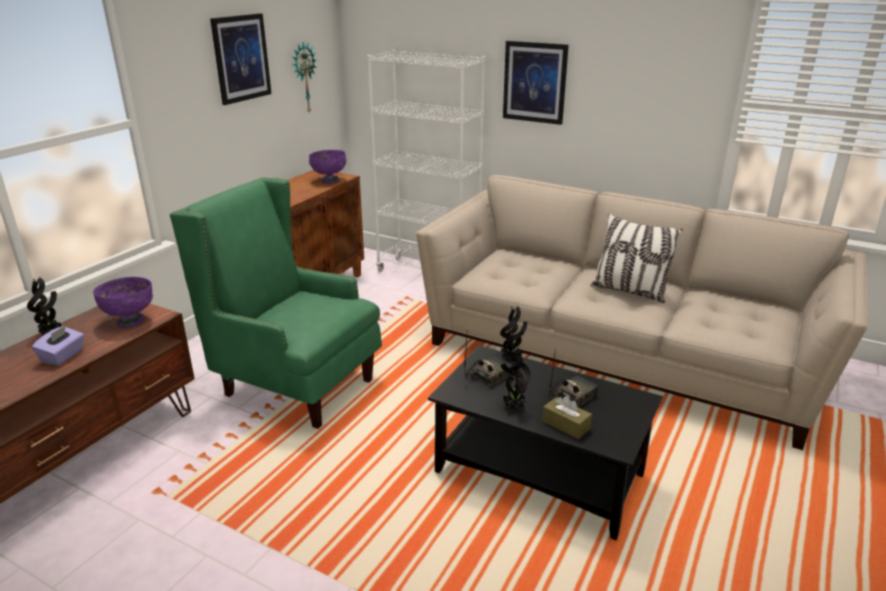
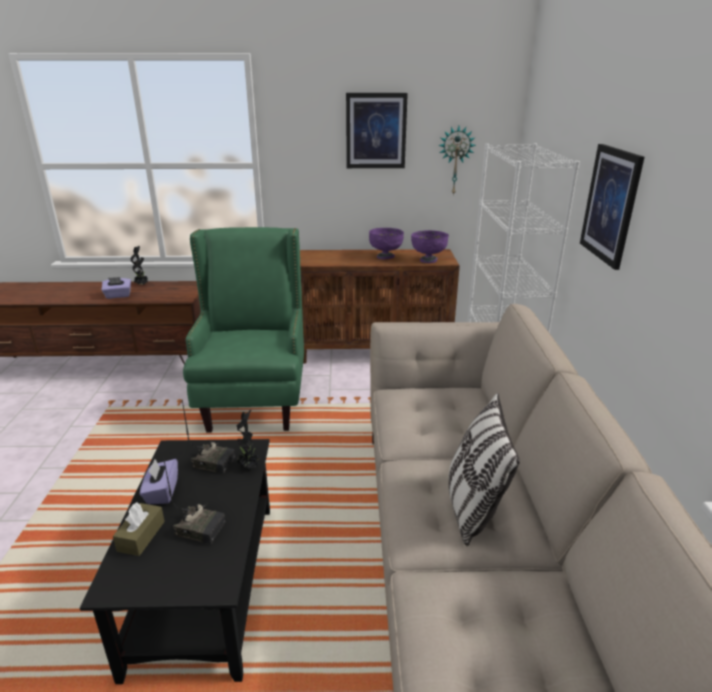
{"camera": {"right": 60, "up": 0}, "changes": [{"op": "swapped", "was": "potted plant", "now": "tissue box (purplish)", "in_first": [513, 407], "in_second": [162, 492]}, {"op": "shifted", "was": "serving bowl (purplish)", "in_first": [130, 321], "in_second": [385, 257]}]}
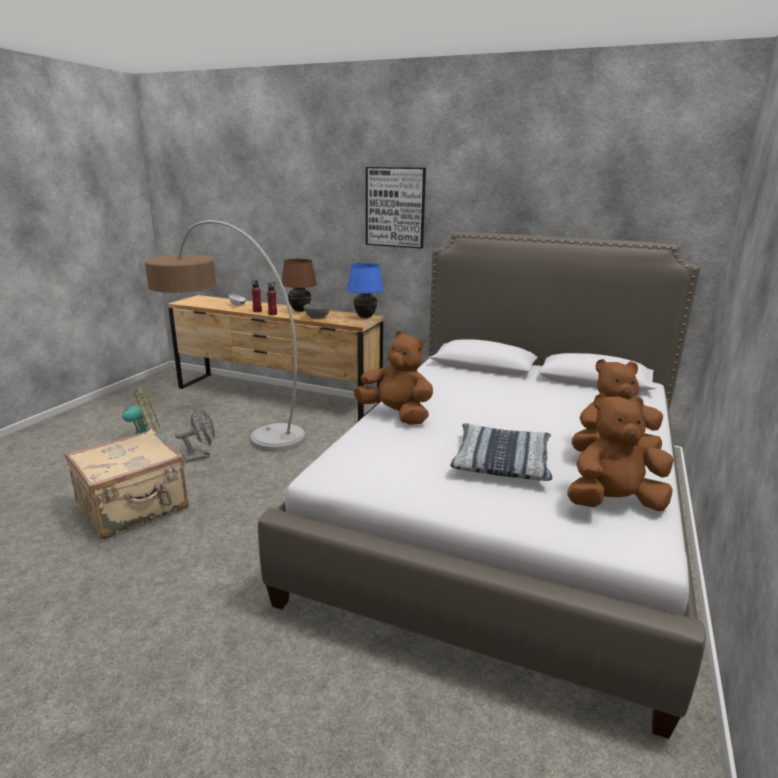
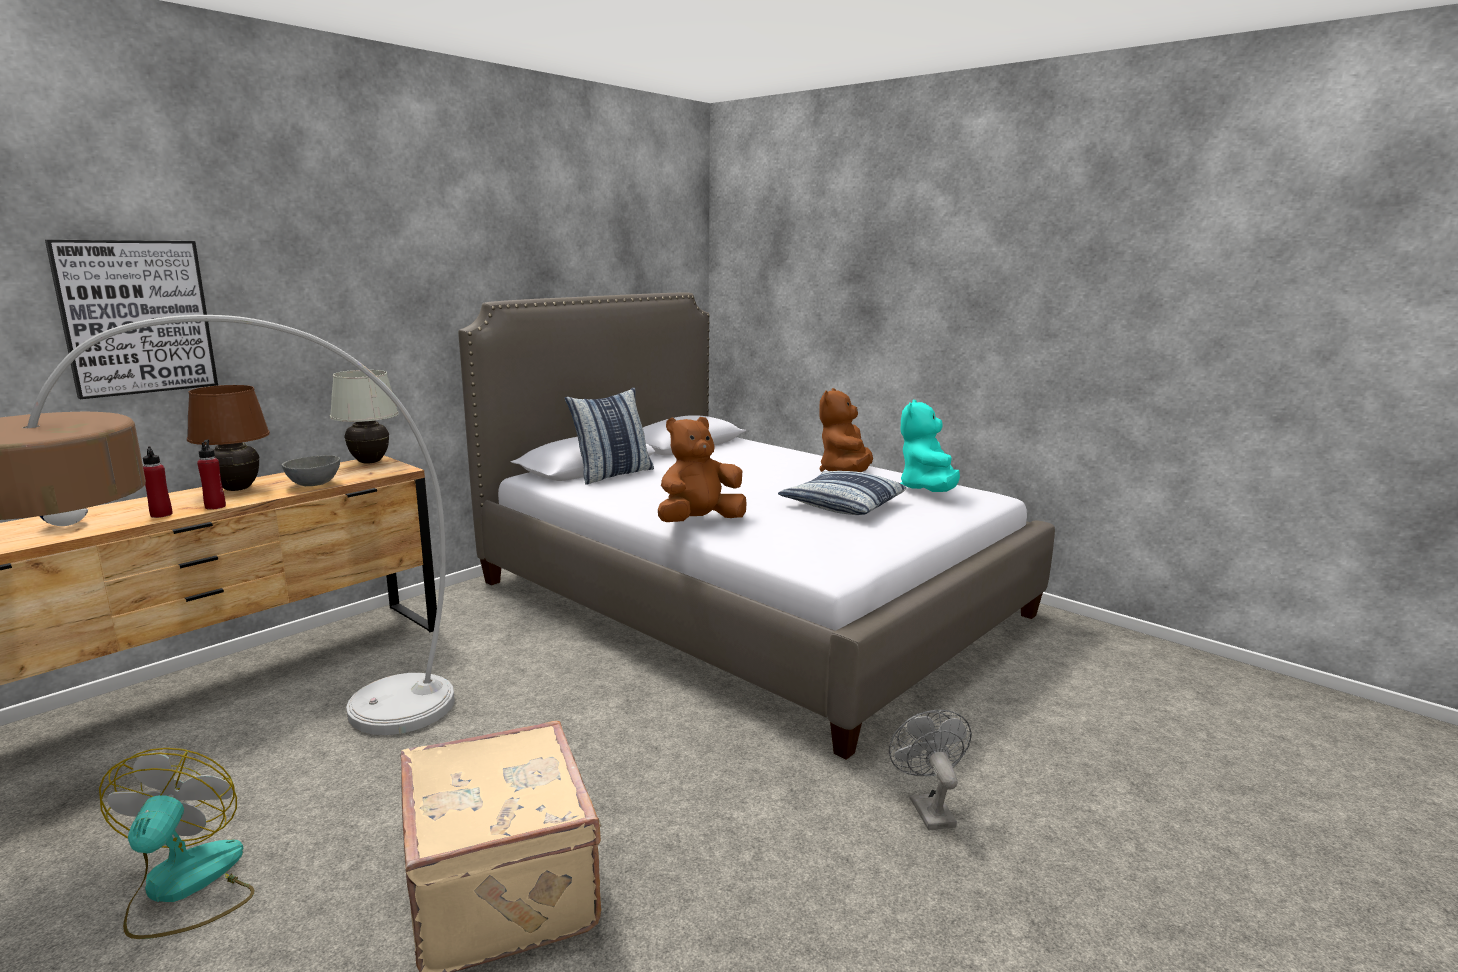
{"camera": {"right": -70, "up": -5}, "changes": [{"op": "shifted", "was": "wall picture", "in_first": [395, 207], "in_second": [136, 317]}, {"op": "repainted", "was": "tabletop lamp (blue-coloured)", "now": "tabletop lamp (white-coloured)", "in_first": [365, 317], "in_second": [369, 462]}, {"op": "new", "now": "cushion", "in_second": [612, 474]}, {"op": "shifted", "was": "fan (grey)", "in_first": [201, 456], "in_second": [927, 808]}, {"op": "repainted", "was": "soft toy (brown)", "now": "soft toy (blue-green)", "in_first": [613, 503], "in_second": [927, 490]}]}
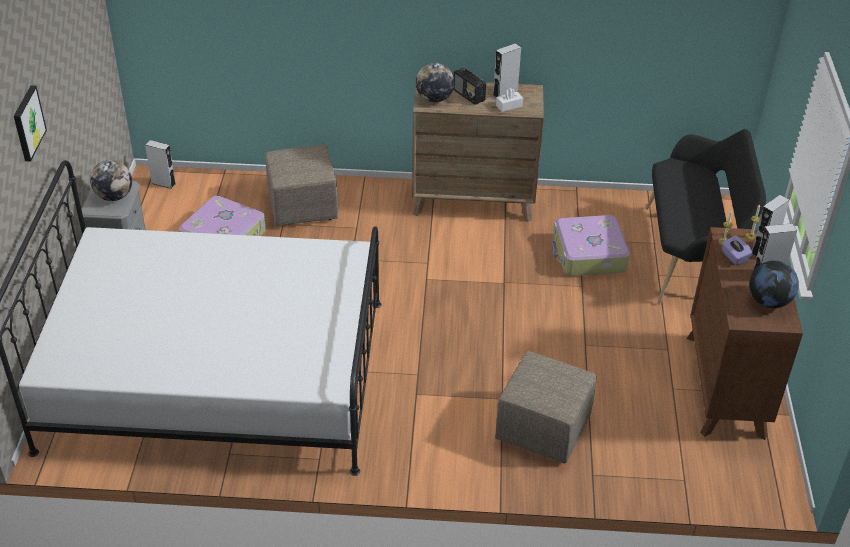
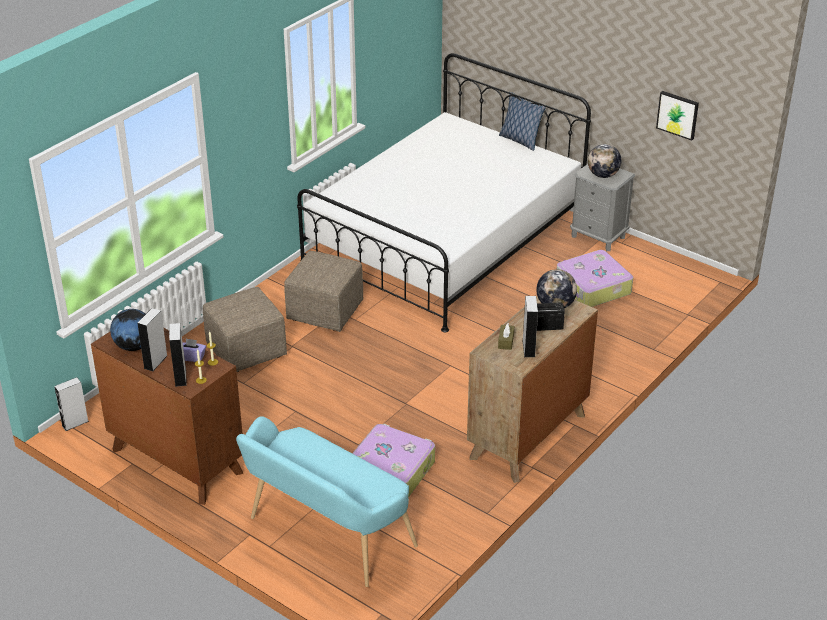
{"camera": {"right": 125, "up": -5}, "changes": [{"op": "shifted", "was": "audio speaker (grey)", "in_first": [163, 183], "in_second": [75, 423]}, {"op": "repainted", "was": "bench (black-coloured)", "now": "bench (blue-green)", "in_first": [690, 256], "in_second": [325, 535]}, {"op": "shifted", "was": "footrest (sand-coloured)", "in_first": [302, 207], "in_second": [325, 311]}, {"op": "repainted", "was": "tissue box (white-coloured)", "now": "tissue box (brown)", "in_first": [509, 106], "in_second": [506, 341]}, {"op": "new", "now": "cushion", "in_second": [520, 140]}, {"op": "shifted", "was": "wall picture", "in_first": [27, 123], "in_second": [678, 114]}]}
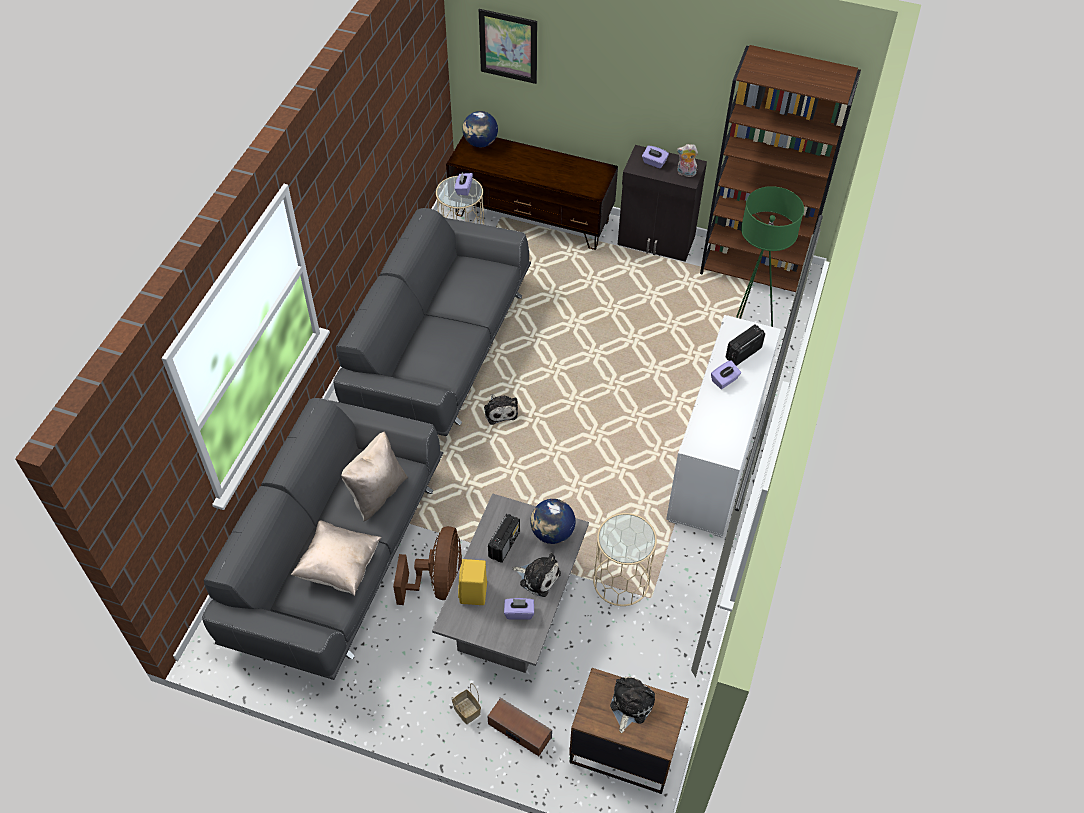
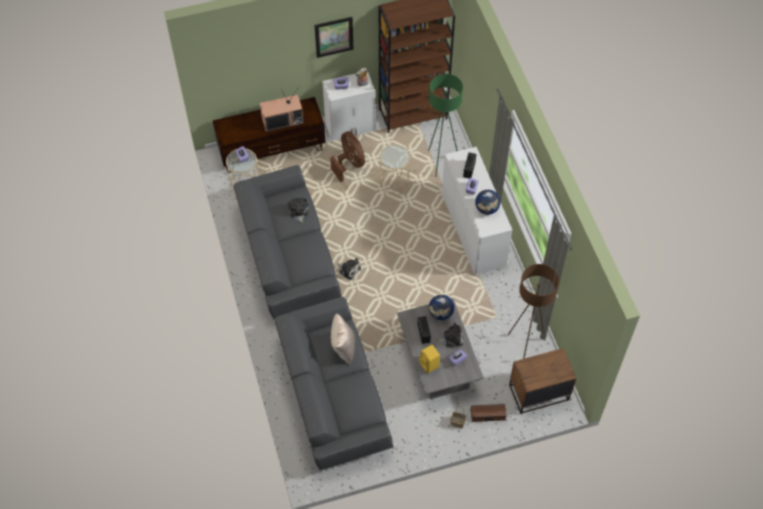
{"camera": {"right": -35, "up": 5}, "changes": [{"op": "new", "now": "TV", "in_second": [283, 119]}, {"op": "shifted", "was": "soft toy", "in_first": [630, 705], "in_second": [298, 211]}, {"op": "shifted", "was": "wall picture", "in_first": [508, 46], "in_second": [334, 37]}, {"op": "repainted", "was": "storage cabinet (black-coloured)", "now": "storage cabinet (white-coloured)", "in_first": [656, 241], "in_second": [350, 126]}, {"op": "shifted", "was": "fan (brown)", "in_first": [438, 582], "in_second": [349, 164]}, {"op": "shifted", "was": "accent table (sand-coloured)", "in_first": [621, 581], "in_second": [394, 183]}, {"op": "shifted", "was": "desk globe", "in_first": [480, 143], "in_second": [487, 209]}, {"op": "new", "now": "floor lamp (brown)", "in_second": [525, 345]}, {"op": "gone", "was": "cushion (sand-coloured)", "in_first": [339, 566]}]}
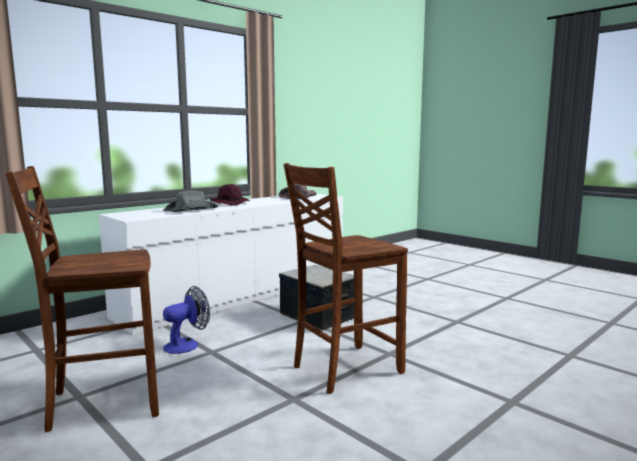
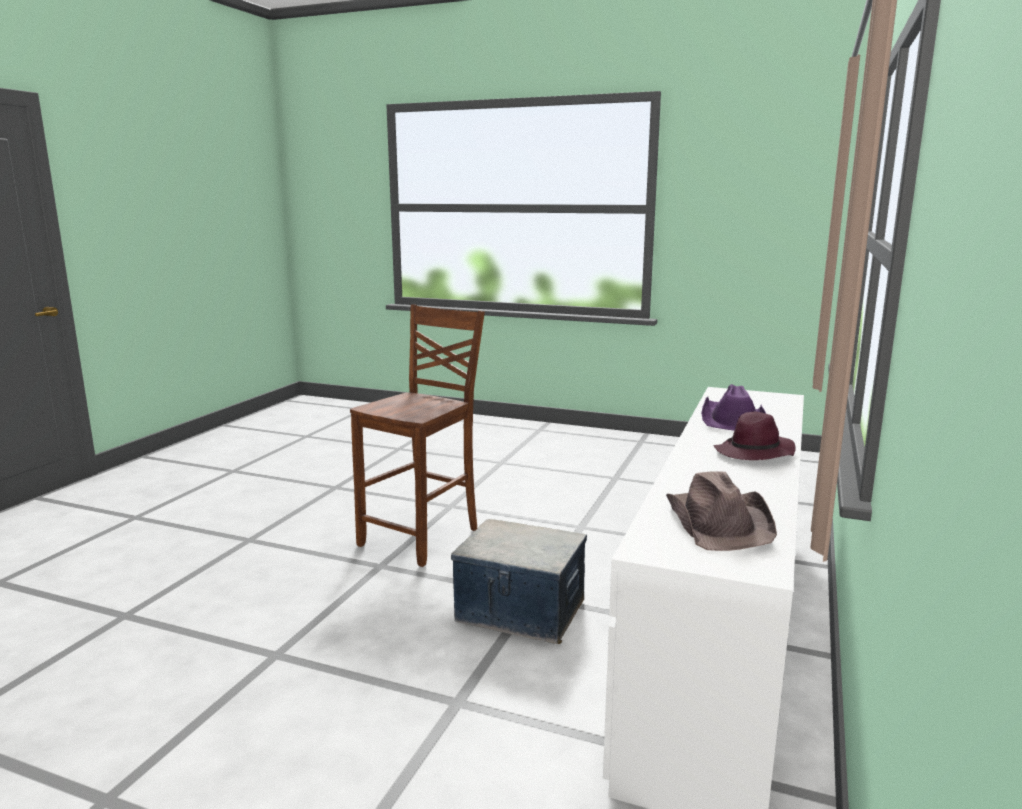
{"camera": {"right": 155, "up": 5}, "changes": [{"op": "repainted", "was": "hat (grey)", "now": "hat (purplish)", "in_first": [191, 210], "in_second": [732, 420]}, {"op": "gone", "was": "upright chair (brown)", "in_first": [102, 402]}, {"op": "gone", "was": "fan", "in_first": [187, 345]}]}
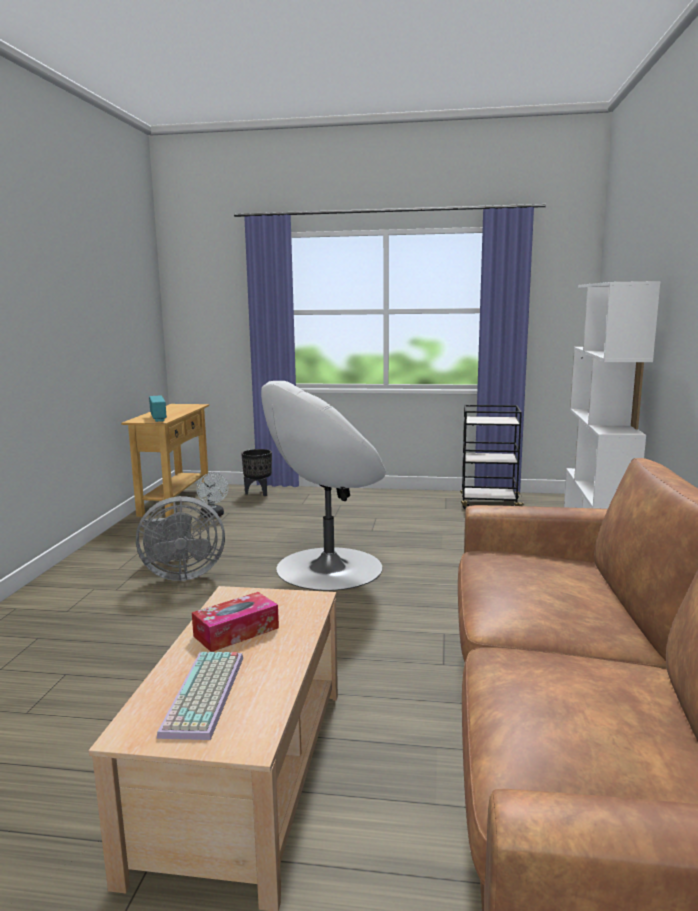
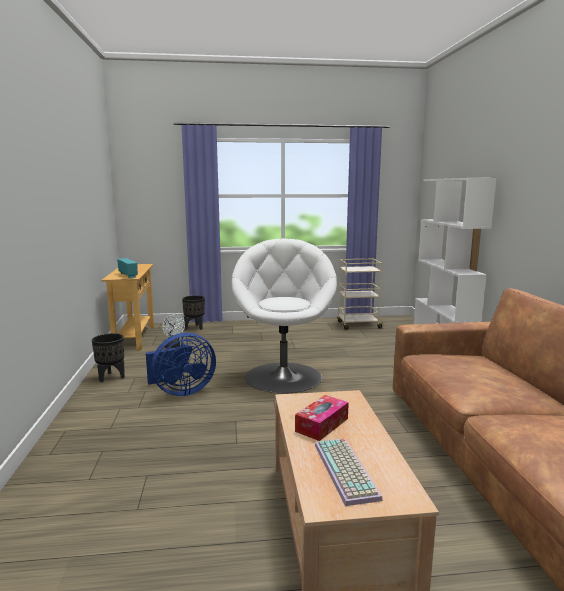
{"camera": {"right": -15, "up": 0}, "changes": [{"op": "new", "now": "planter (black-coloured)", "in_second": [111, 377]}, {"op": "repainted", "was": "fan (grey)", "now": "fan (blue-coloured)", "in_first": [180, 575], "in_second": [181, 391]}, {"op": "rotated", "was": "easy chair (white-coloured)", "in_first": [327, 568], "in_second": [284, 376], "clockwise": 135}, {"op": "repainted", "was": "trolley (black-coloured)", "now": "trolley (sand-coloured)", "in_first": [489, 504], "in_second": [358, 325]}]}
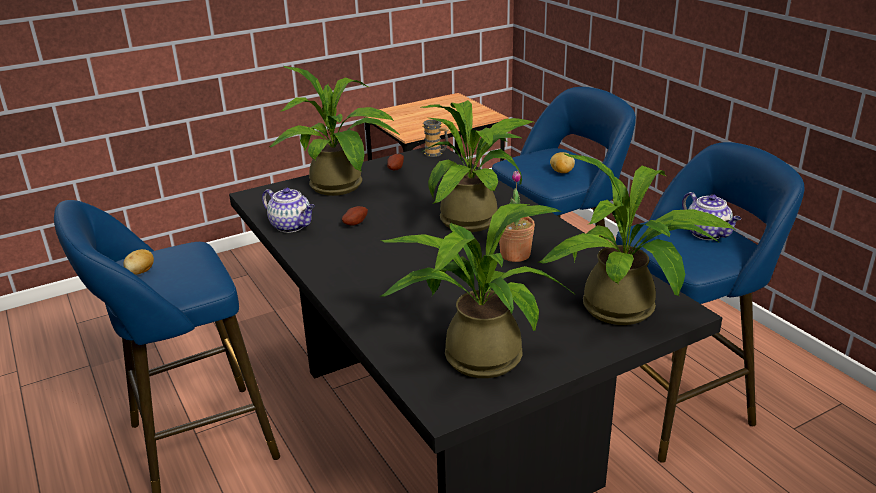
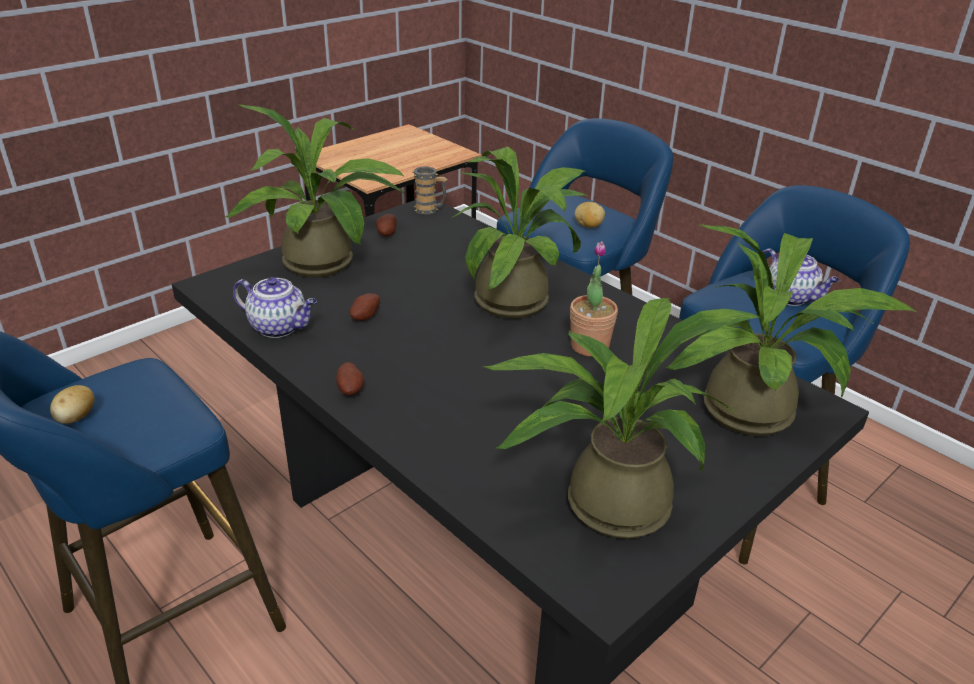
{"camera": {"right": -15, "up": 5}, "changes": [{"op": "new", "now": "spud", "in_second": [351, 389]}]}
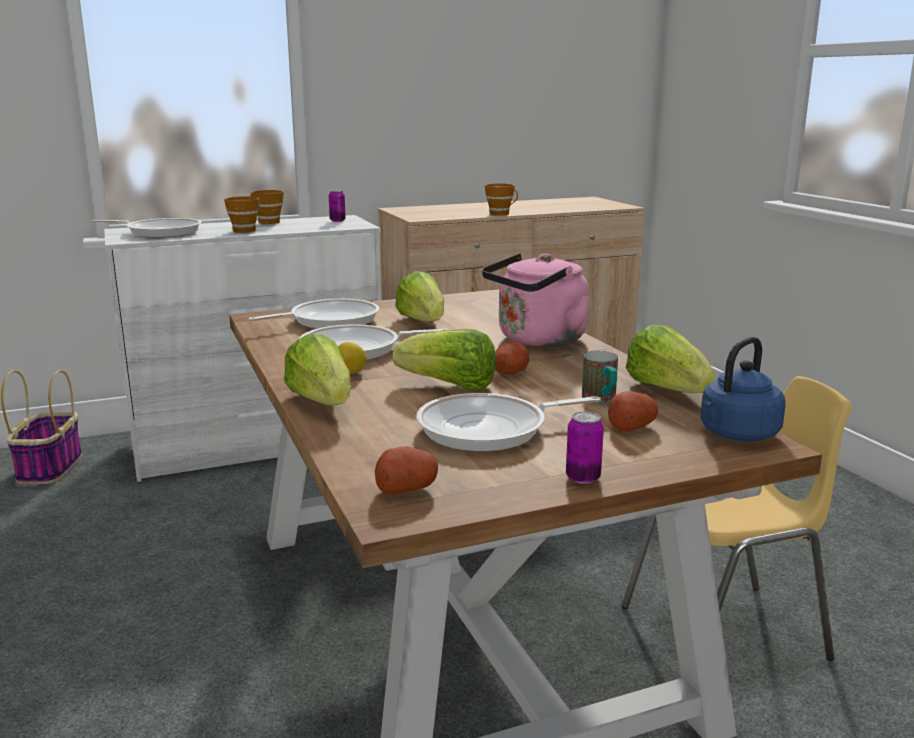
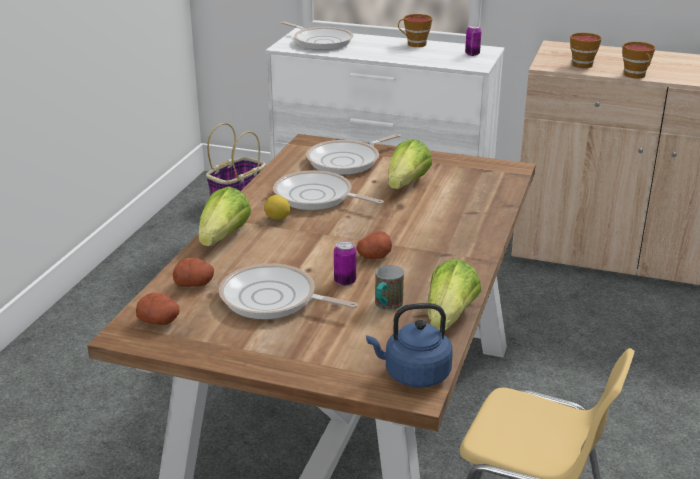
{"camera": {"right": 40, "up": 10}, "changes": [{"op": "shifted", "was": "spud", "in_first": [631, 426], "in_second": [195, 283]}, {"op": "rotated", "was": "frying pan", "in_first": [329, 320], "in_second": [347, 161], "clockwise": 135}, {"op": "shifted", "was": "sealed can", "in_first": [583, 478], "in_second": [345, 281]}, {"op": "shifted", "was": "drinking cup", "in_first": [243, 230], "in_second": [582, 64]}, {"op": "gone", "was": "lettuce head", "in_first": [450, 387]}, {"op": "gone", "was": "water kettle (pink-coloured)", "in_first": [537, 340]}]}
